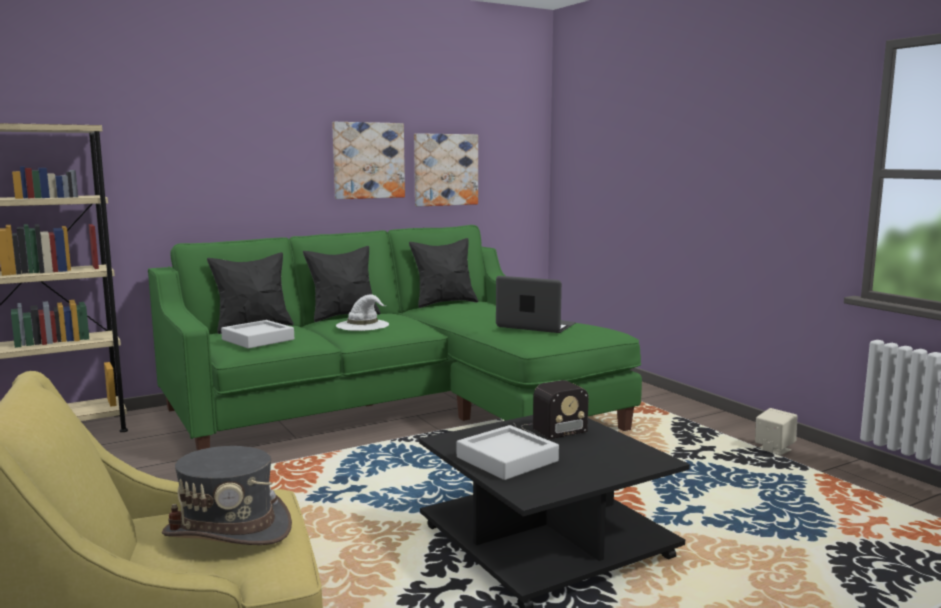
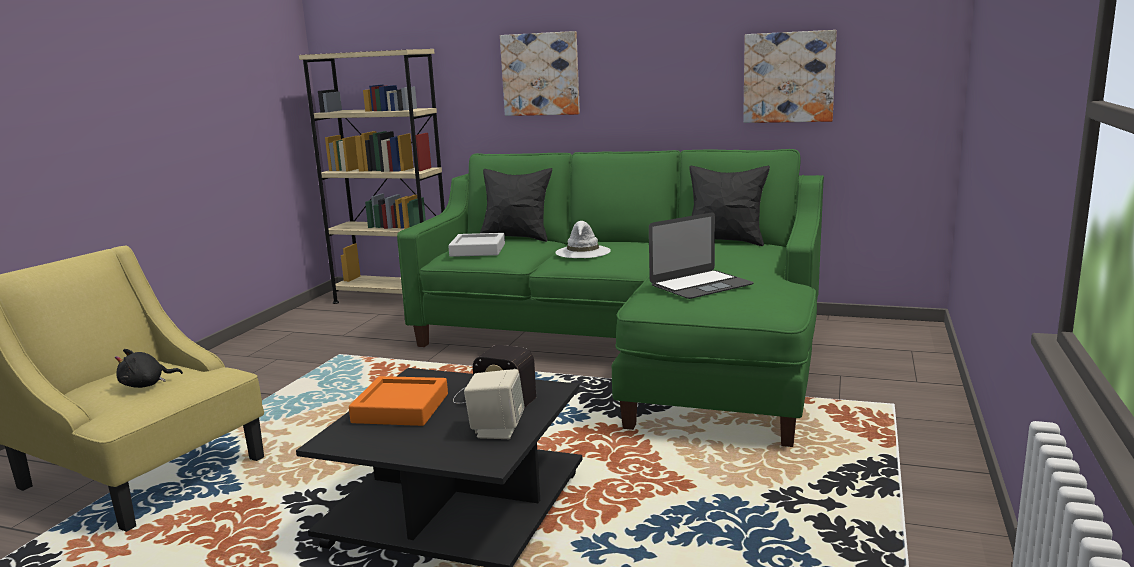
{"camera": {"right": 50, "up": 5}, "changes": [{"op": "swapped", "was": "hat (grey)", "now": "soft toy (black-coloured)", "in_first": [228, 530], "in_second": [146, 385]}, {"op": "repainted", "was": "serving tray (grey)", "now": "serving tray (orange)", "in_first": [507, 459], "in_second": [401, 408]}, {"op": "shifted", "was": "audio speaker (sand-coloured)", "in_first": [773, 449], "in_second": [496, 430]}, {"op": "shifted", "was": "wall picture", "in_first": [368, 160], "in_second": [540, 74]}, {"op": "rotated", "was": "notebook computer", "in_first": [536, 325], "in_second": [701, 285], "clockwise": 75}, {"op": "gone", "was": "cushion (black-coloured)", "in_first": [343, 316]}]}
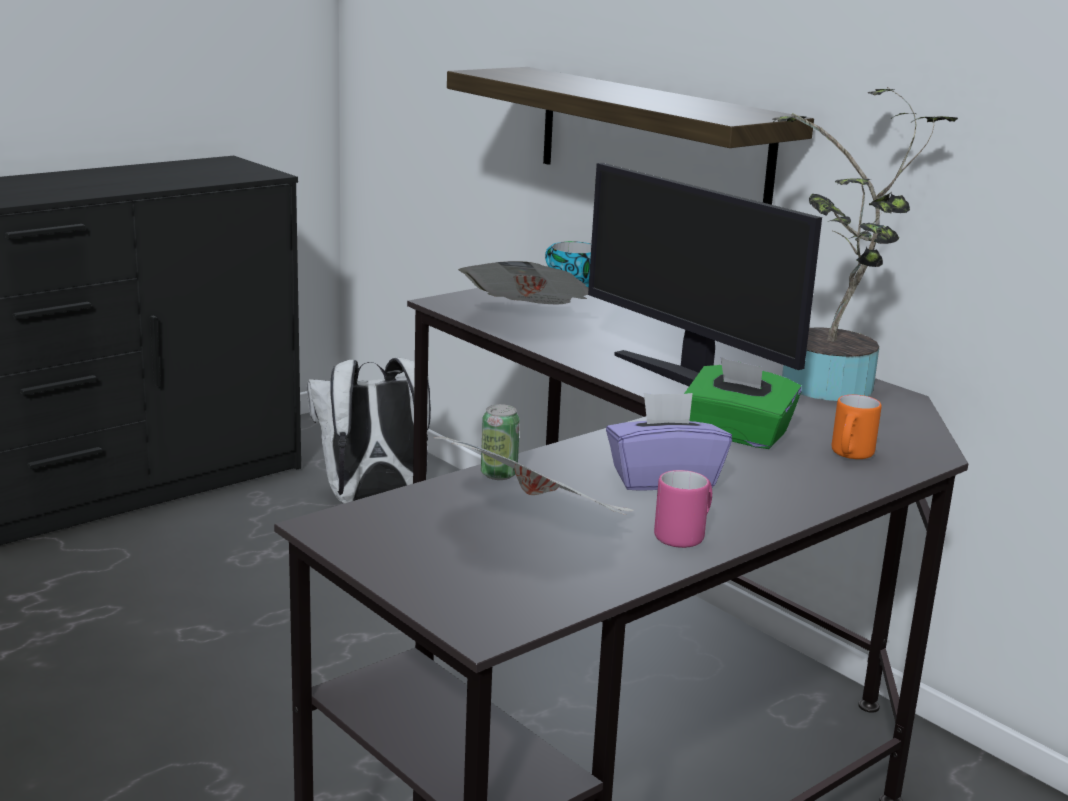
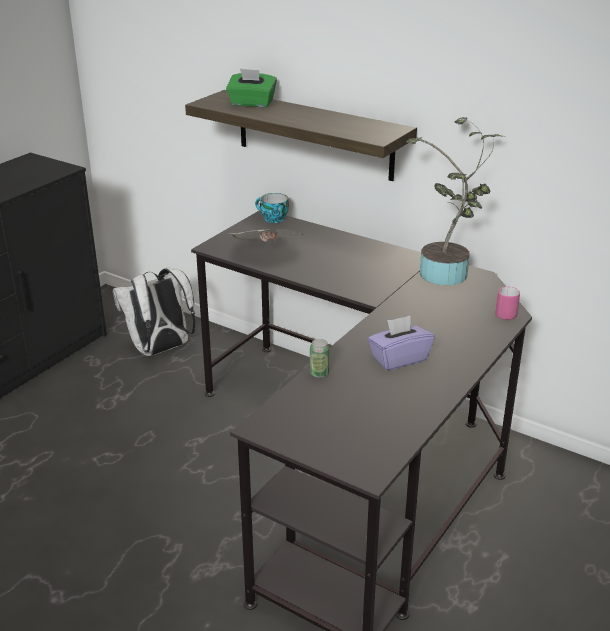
{"camera": {"right": -15, "up": 10}, "changes": [{"op": "shifted", "was": "tissue box (greenish)", "in_first": [737, 435], "in_second": [252, 103]}, {"op": "shifted", "was": "tea mug (pink-coloured)", "in_first": [685, 536], "in_second": [507, 313]}, {"op": "gone", "was": "newspaper", "in_first": [539, 528]}, {"op": "gone", "was": "monitor", "in_first": [689, 379]}, {"op": "gone", "was": "tea mug (orange)", "in_first": [850, 455]}]}
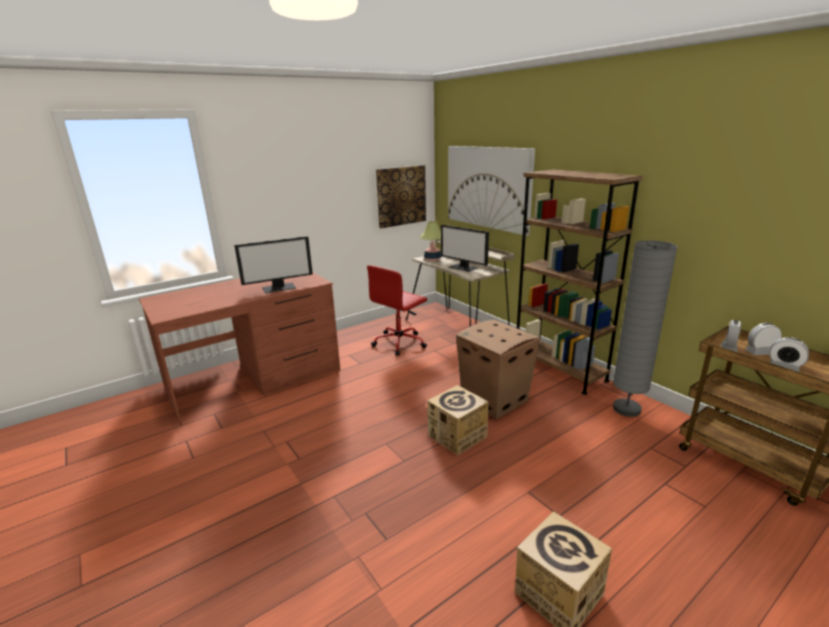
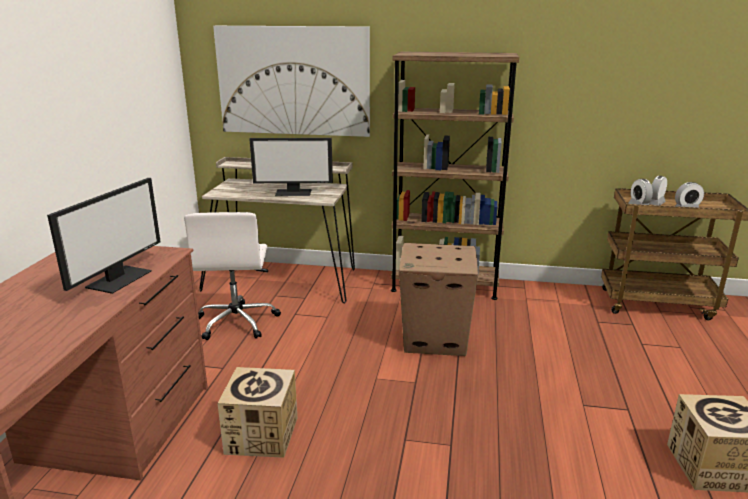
{"camera": {"right": -45, "up": 0}, "changes": [{"op": "repainted", "was": "computer chair (reddish)", "now": "computer chair (white-coloured)", "in_first": [400, 343], "in_second": [237, 321]}, {"op": "shifted", "was": "packing box", "in_first": [457, 436], "in_second": [262, 435]}, {"op": "gone", "was": "wall picture", "in_first": [401, 196]}, {"op": "gone", "was": "tabletop lamp", "in_first": [432, 259]}, {"op": "gone", "was": "floor lamp (grey)", "in_first": [626, 409]}]}
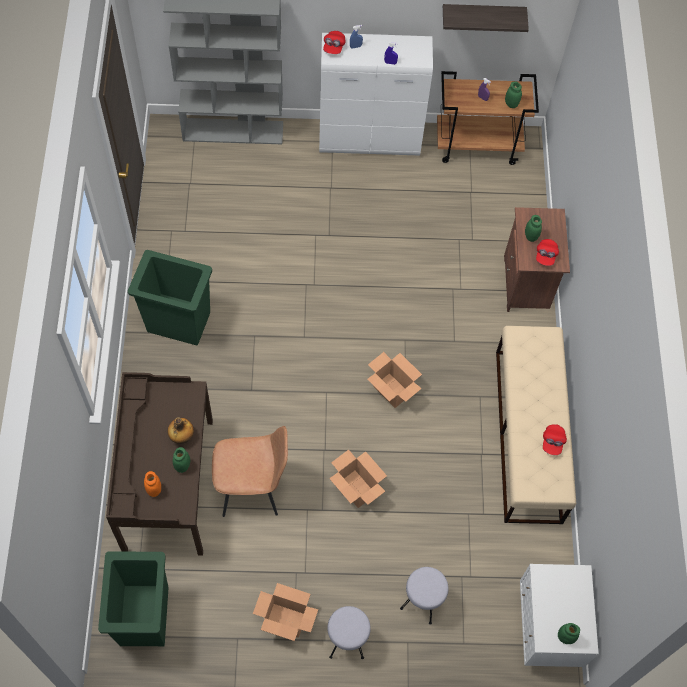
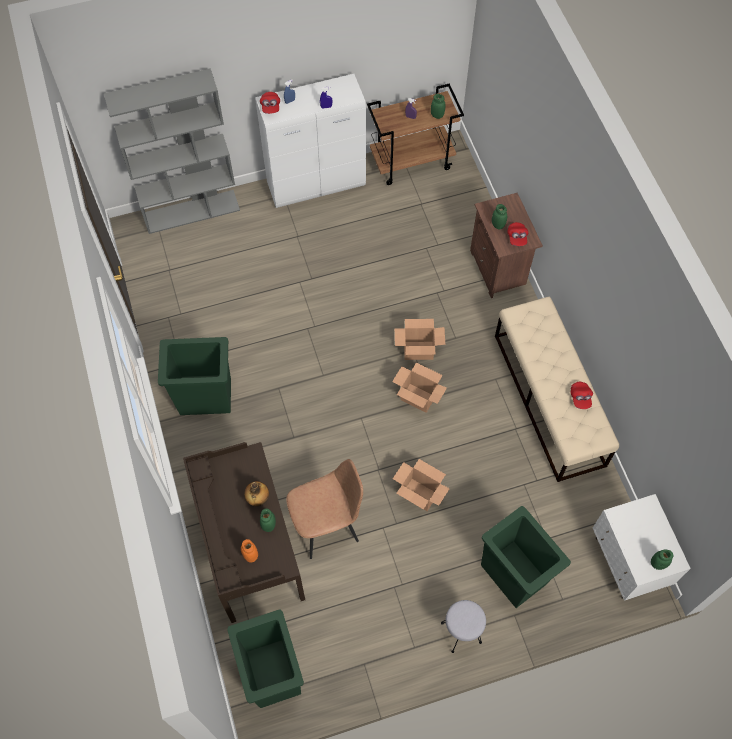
{"camera": {"right": -15, "up": 0}, "changes": [{"op": "shifted", "was": "packing box", "in_first": [285, 620], "in_second": [418, 351]}, {"op": "swapped", "was": "stool seat (grey)", "now": "waste bin (greenish)", "in_first": [422, 602], "in_second": [513, 575]}, {"op": "gone", "was": "bracket shelf", "in_first": [482, 15]}]}
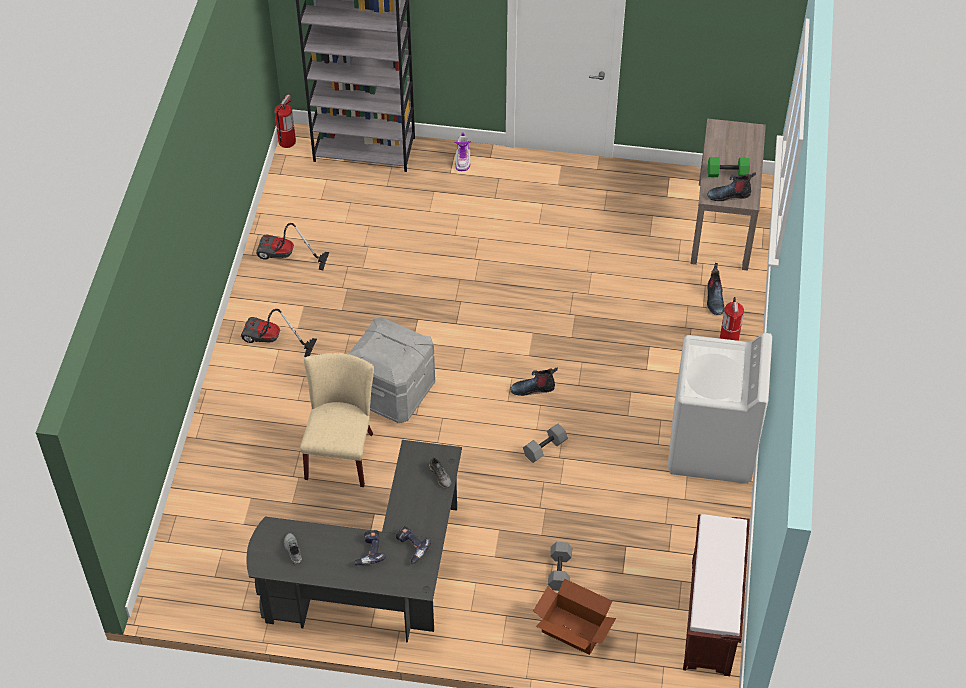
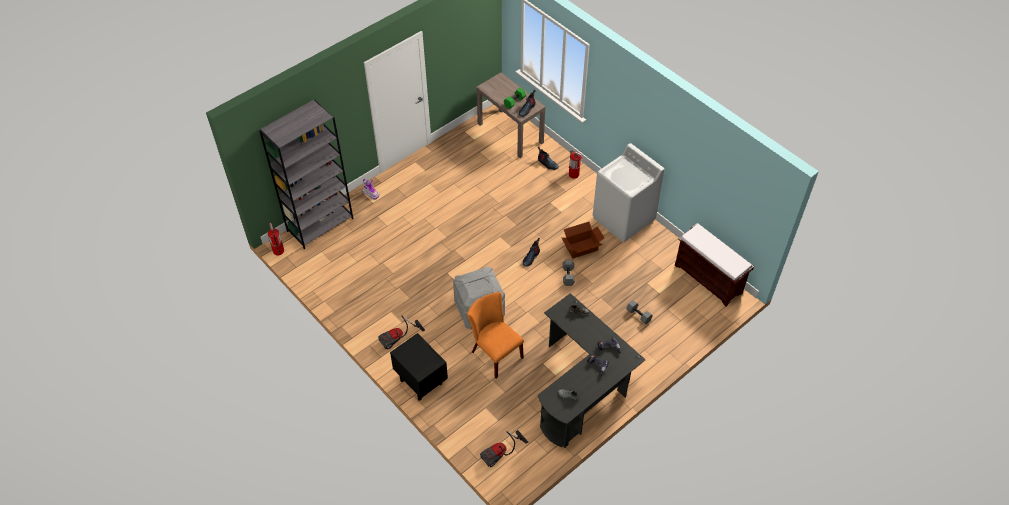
{"camera": {"right": -50, "up": 0}, "changes": [{"op": "new", "now": "night table (black-coloured)", "in_second": [420, 381]}, {"op": "repainted", "was": "upright chair (sand-coloured)", "now": "upright chair (orange)", "in_first": [341, 451], "in_second": [494, 353]}, {"op": "shifted", "was": "vacuum cleaner", "in_first": [285, 257], "in_second": [501, 453]}, {"op": "shifted", "was": "packing box", "in_first": [573, 631], "in_second": [582, 248]}]}
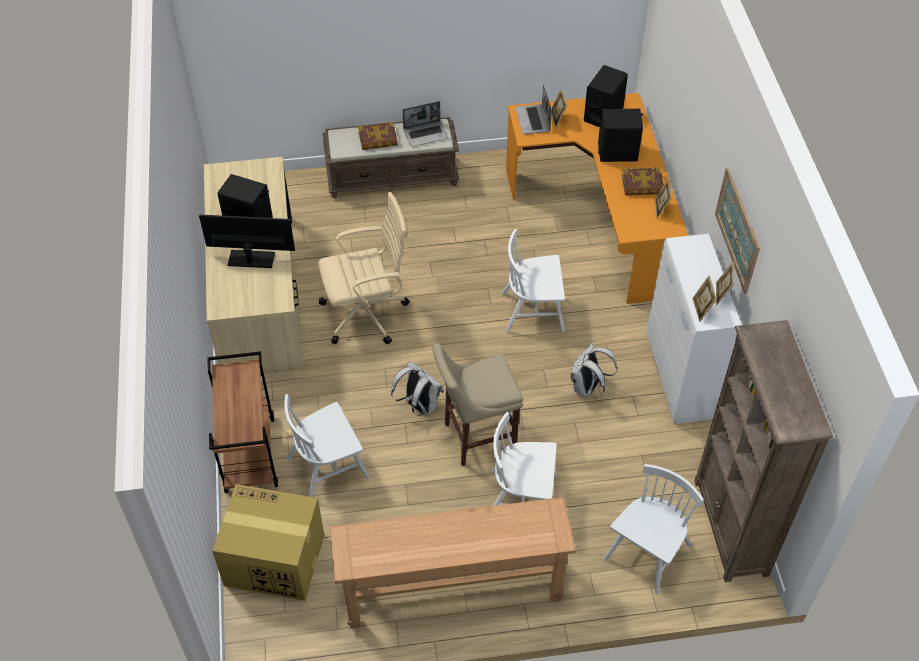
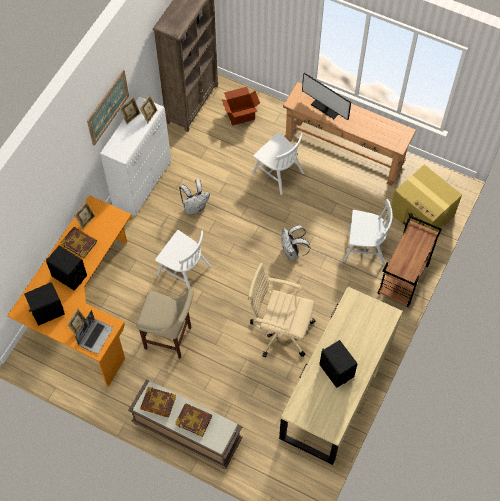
{"camera": {"right": -145, "up": 10}, "changes": [{"op": "shifted", "was": "stool seat (sand-coloured)", "in_first": [475, 437], "in_second": [170, 339]}, {"op": "swapped", "was": "notebook computer", "now": "book", "in_first": [426, 134], "in_second": [158, 403]}, {"op": "swapped", "was": "upright chair (white-coloured)", "now": "packing box", "in_first": [647, 553], "in_second": [240, 115]}, {"op": "shifted", "was": "monitor", "in_first": [251, 259], "in_second": [326, 108]}]}
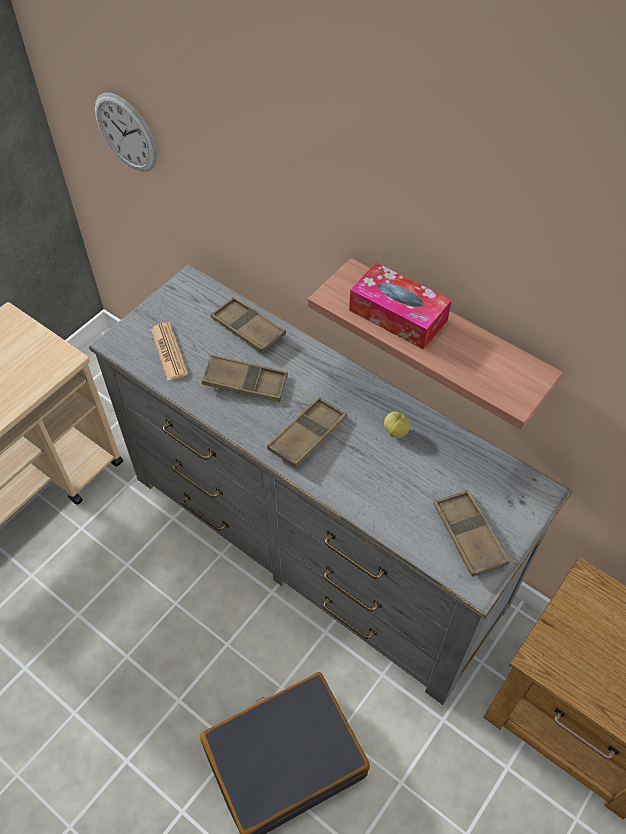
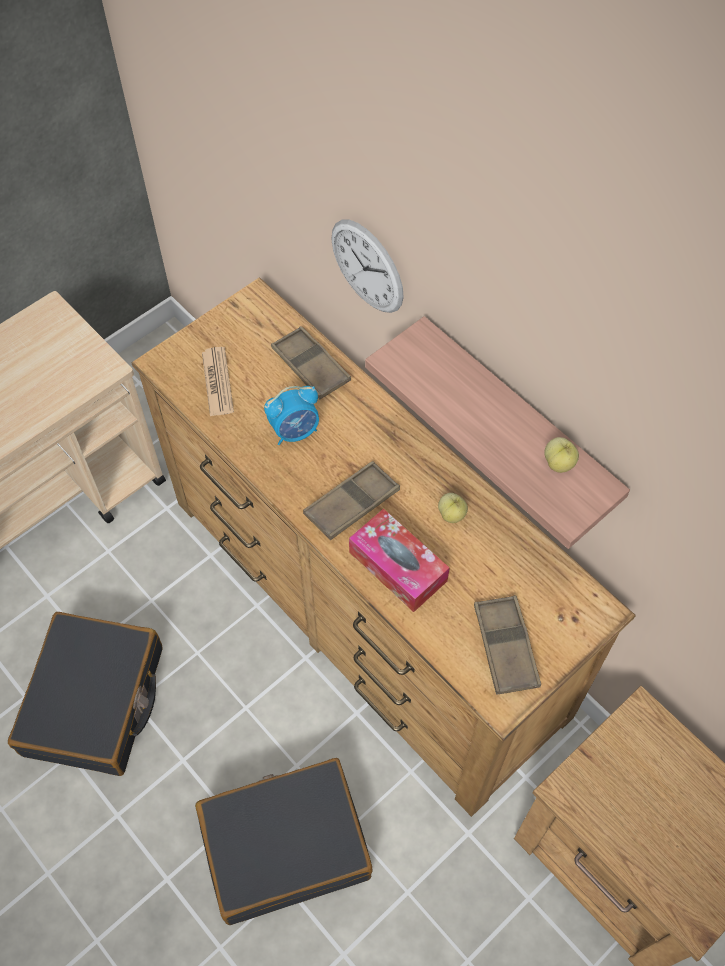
{"camera": {"right": 10, "up": 5}, "changes": [{"op": "new", "now": "suitcase (black-coloured)", "in_second": [95, 701]}, {"op": "repainted", "was": "drawer chest (grey)", "now": "drawer chest (brown)", "in_first": [315, 539], "in_second": [365, 605]}, {"op": "swapped", "was": "serving tray (brown)", "now": "table clock", "in_first": [245, 382], "in_second": [295, 431]}, {"op": "shifted", "was": "wall clock", "in_first": [126, 133], "in_second": [367, 266]}, {"op": "shifted", "was": "tissue box", "in_first": [398, 315], "in_second": [397, 566]}, {"op": "new", "now": "apple fruit", "in_second": [559, 463]}]}
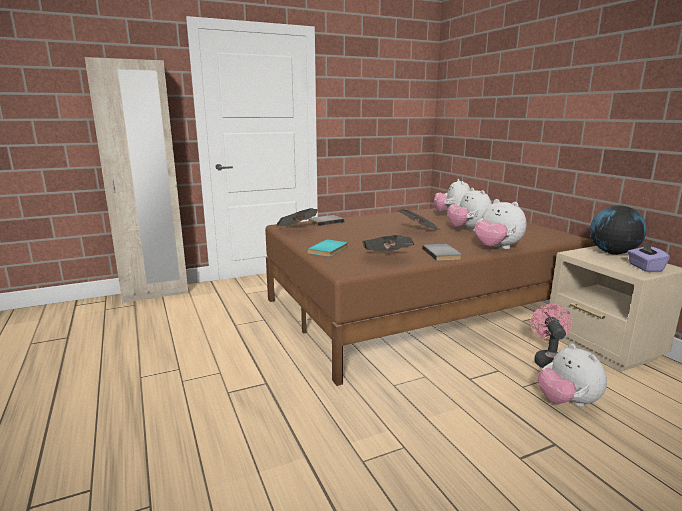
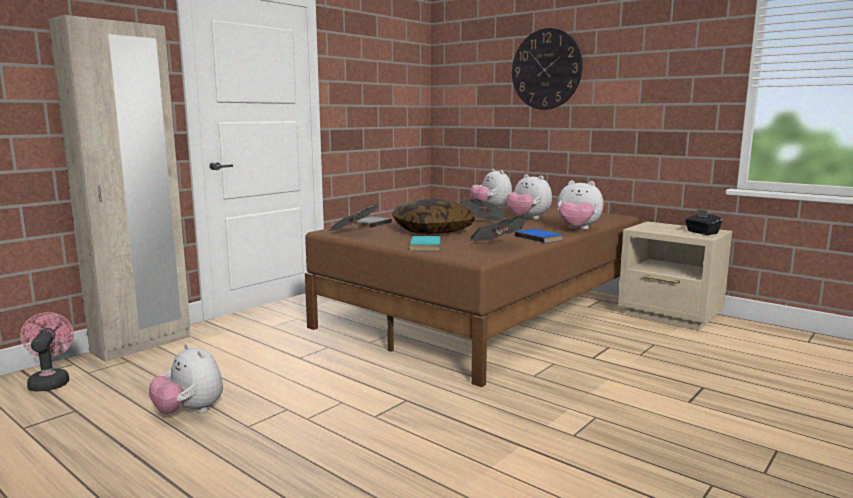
{"camera": {"right": -25, "up": -5}, "changes": [{"op": "shifted", "was": "fan (pink-coloured)", "in_first": [548, 361], "in_second": [50, 382]}, {"op": "shifted", "was": "soft toy", "in_first": [567, 402], "in_second": [190, 412]}, {"op": "new", "now": "cushion", "in_second": [432, 231]}, {"op": "new", "now": "wall clock", "in_second": [546, 69]}, {"op": "repainted", "was": "book (grey)", "now": "book (blue-coloured)", "in_first": [443, 254], "in_second": [540, 237]}, {"op": "repainted", "was": "tissue box (purplish)", "now": "tissue box (black-coloured)", "in_first": [644, 268], "in_second": [702, 232]}, {"op": "gone", "was": "desk globe", "in_first": [612, 253]}]}
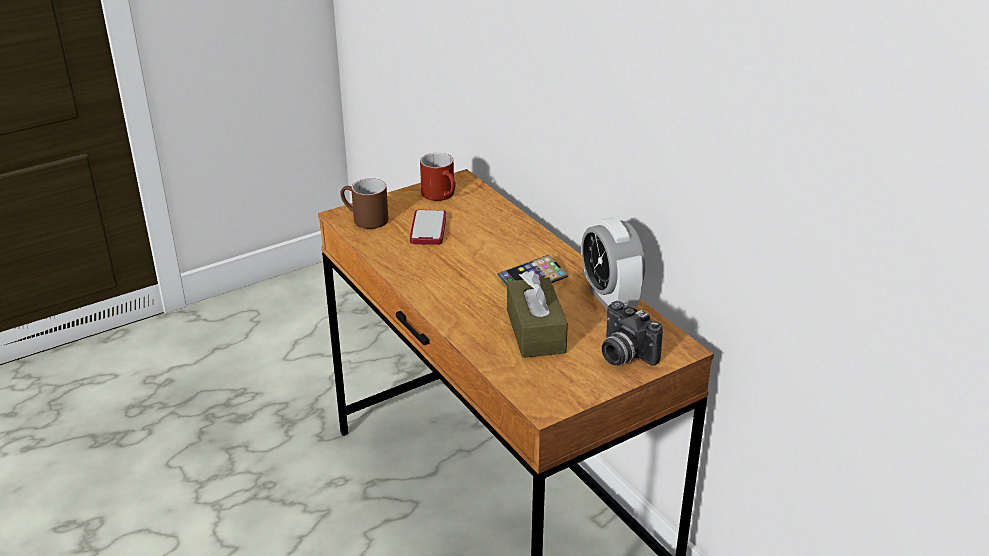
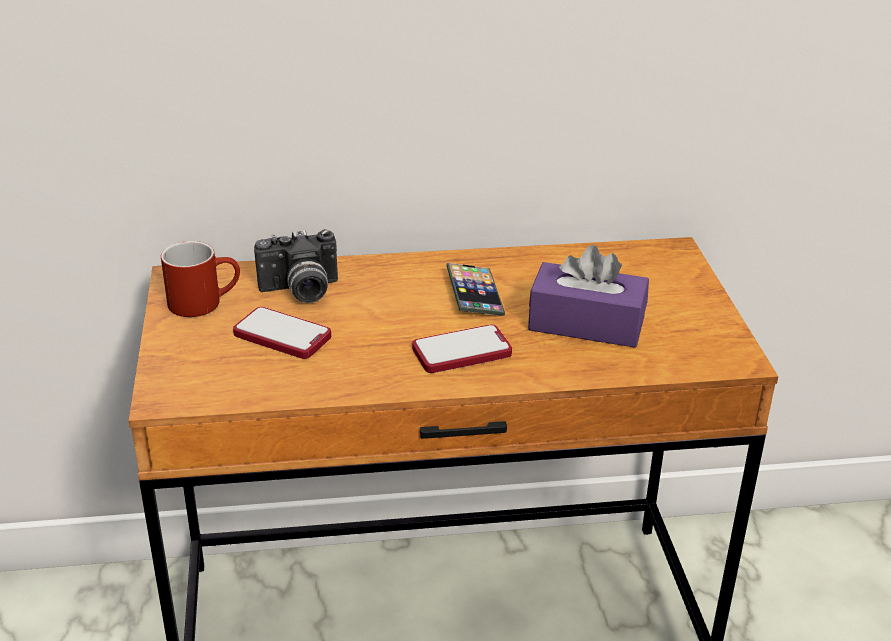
{"camera": {"right": -65, "up": 0}, "changes": [{"op": "shifted", "was": "photo camera", "in_first": [623, 355], "in_second": [300, 292]}, {"op": "new", "now": "telephone", "in_second": [461, 351]}, {"op": "repainted", "was": "tissue box (brown)", "now": "tissue box (purplish)", "in_first": [535, 331], "in_second": [586, 324]}, {"op": "gone", "was": "tea mug (brown)", "in_first": [364, 219]}, {"op": "gone", "was": "table clock", "in_first": [610, 298]}]}
